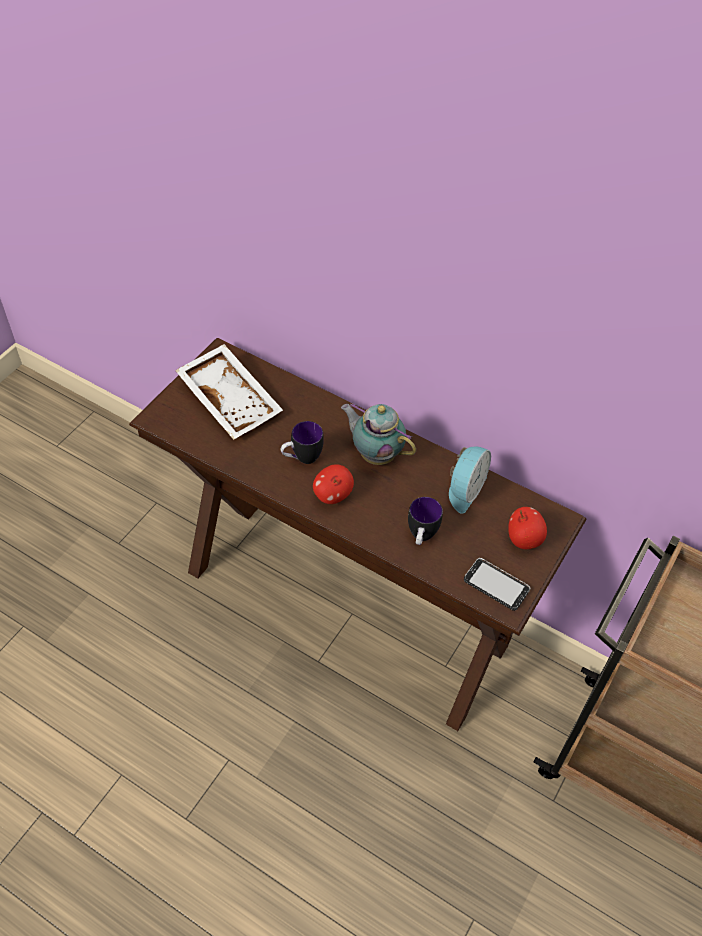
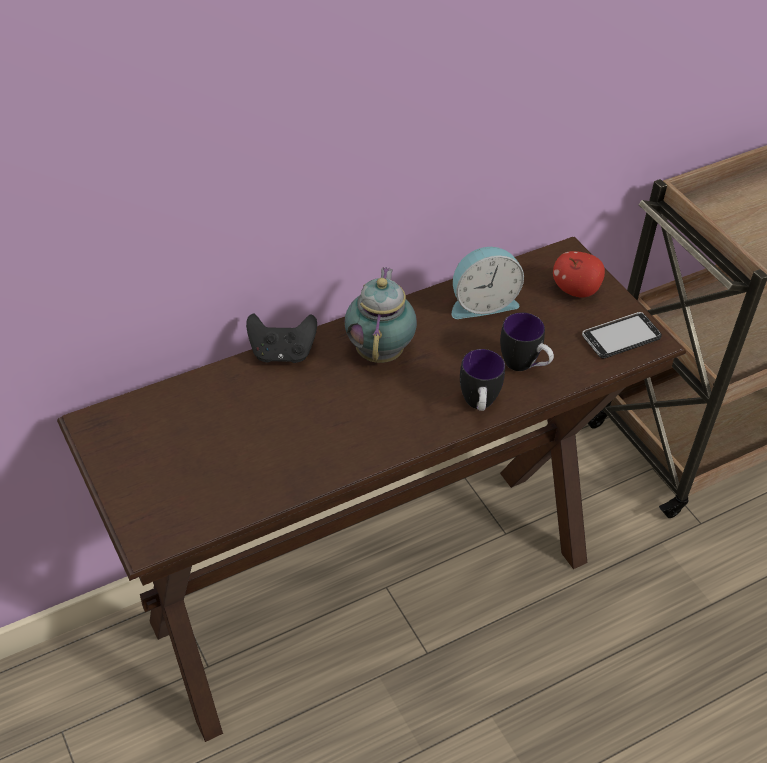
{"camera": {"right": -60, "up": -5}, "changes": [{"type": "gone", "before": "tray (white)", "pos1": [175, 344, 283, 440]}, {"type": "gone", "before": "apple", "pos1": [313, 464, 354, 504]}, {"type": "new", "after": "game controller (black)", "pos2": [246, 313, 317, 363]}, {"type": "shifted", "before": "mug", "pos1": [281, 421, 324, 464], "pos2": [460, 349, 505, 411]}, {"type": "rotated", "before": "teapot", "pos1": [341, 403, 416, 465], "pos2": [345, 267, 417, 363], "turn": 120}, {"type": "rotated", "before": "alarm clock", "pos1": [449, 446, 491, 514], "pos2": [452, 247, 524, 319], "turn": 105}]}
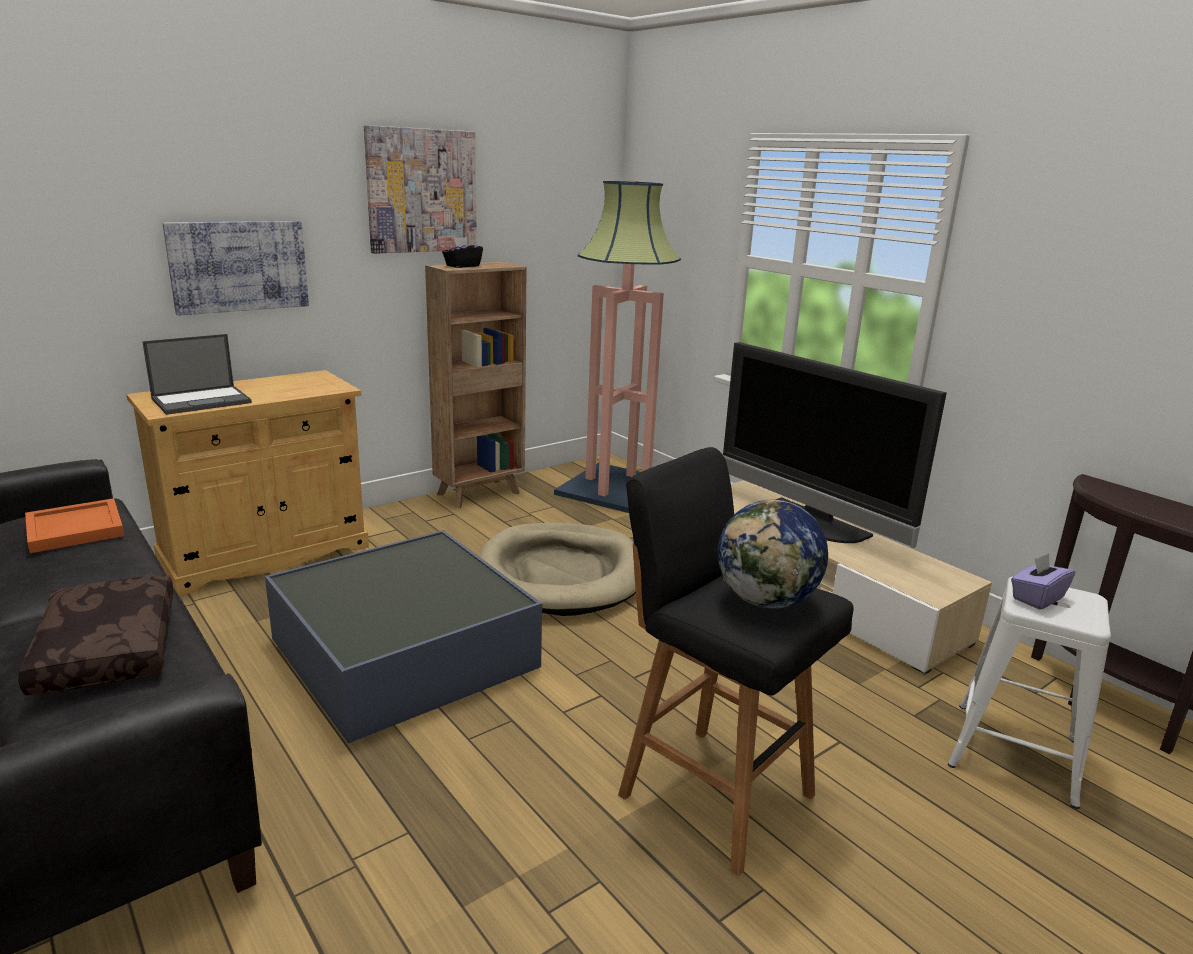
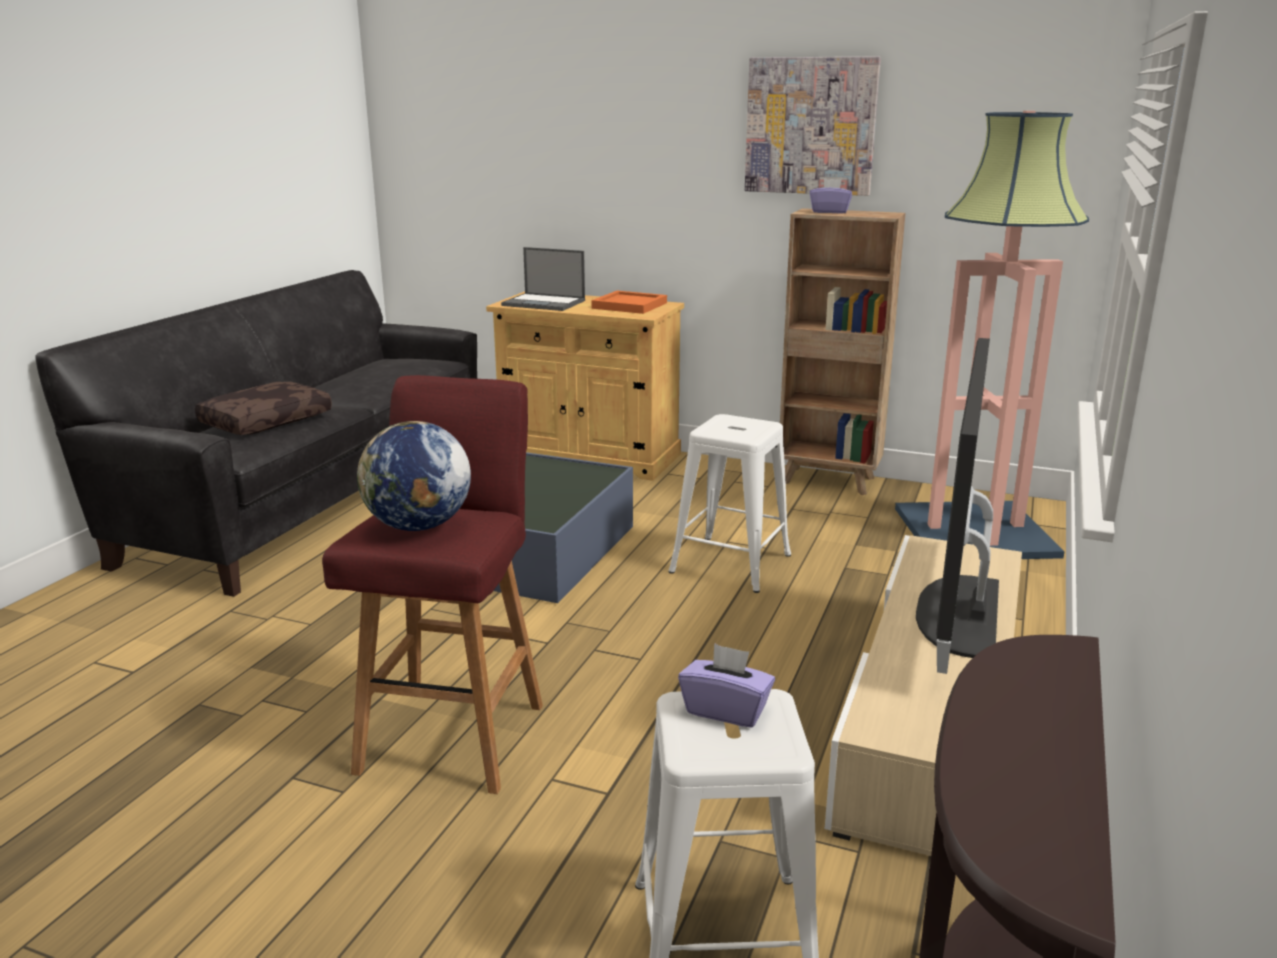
{"camera": {"right": 60, "up": 0}, "changes": [{"type": "gone", "before": "picture", "pos1": [163, 221, 309, 316]}, {"type": "shifted", "before": "tray (orange)", "pos1": [25, 498, 124, 553], "pos2": [591, 291, 667, 314]}, {"type": "swapped", "before": "dog bed (beige)", "after": "stool (white)", "pos1": [478, 523, 636, 616], "pos2": [668, 414, 791, 593]}, {"type": "repainted", "before": "tissue box (black)", "after": "tissue box (purple)", "pos1": [442, 237, 483, 268], "pos2": [810, 179, 852, 214]}, {"type": "repainted", "before": "stool (black)", "after": "stool (red)", "pos1": [618, 447, 854, 876], "pos2": [322, 375, 543, 794]}]}
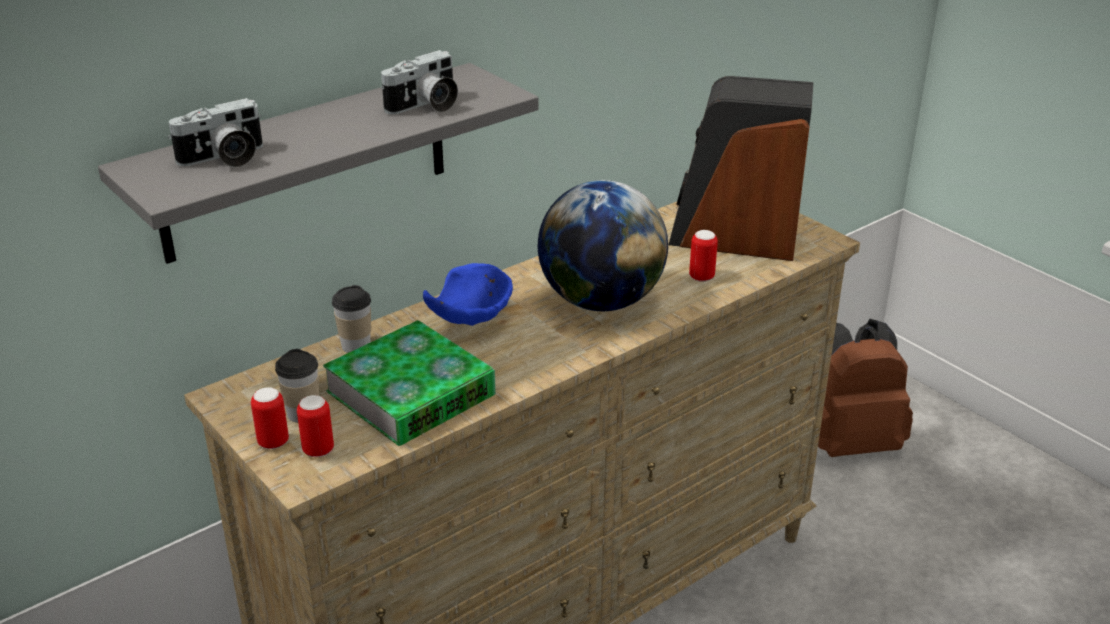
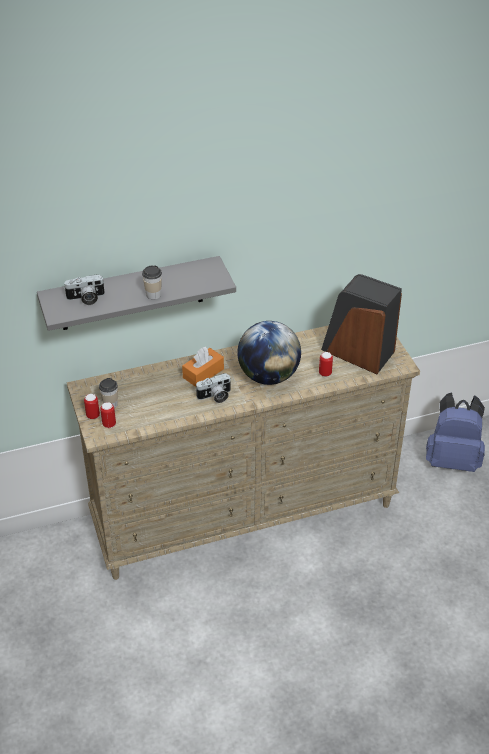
{"camera": {"right": 20, "up": 10}, "changes": [{"type": "gone", "before": "book", "pos1": [323, 320, 496, 446]}, {"type": "shifted", "before": "cup", "pos1": [332, 285, 371, 353], "pos2": [142, 265, 162, 299]}, {"type": "shifted", "before": "photo camera", "pos1": [381, 50, 458, 114], "pos2": [195, 373, 231, 403]}, {"type": "swapped", "before": "bowl (blue)", "after": "tissue box (orange)", "pos1": [423, 263, 513, 326], "pos2": [182, 347, 224, 387]}, {"type": "repainted", "before": "backpack (brown)", "after": "backpack (blue)", "pos1": [818, 319, 913, 457], "pos2": [426, 392, 485, 472]}]}
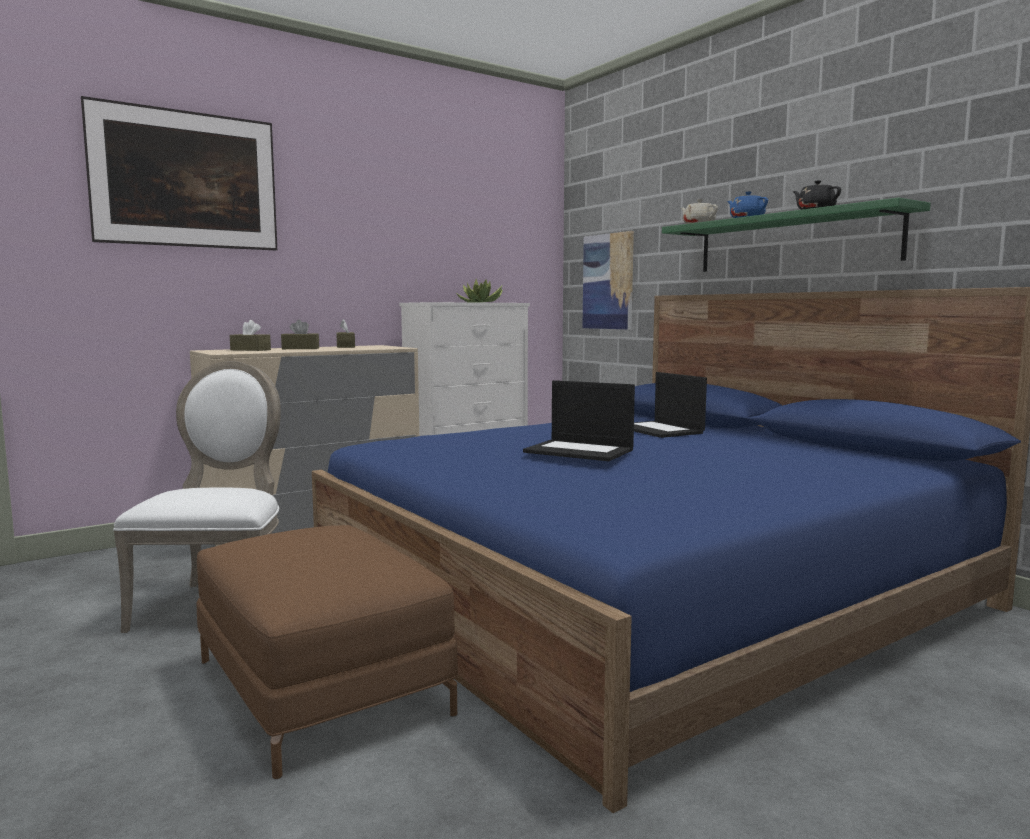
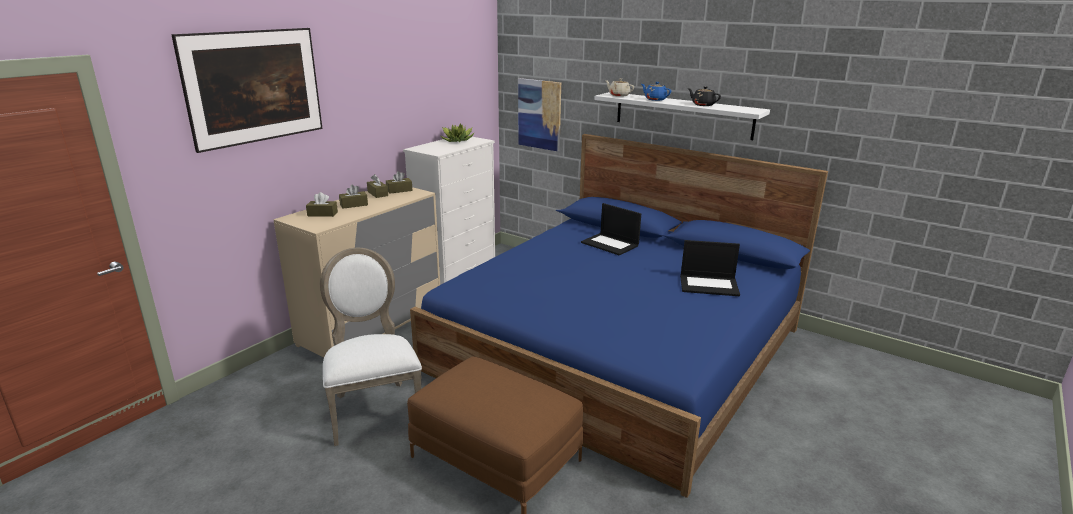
{"camera": {"right": -20, "up": 15}, "changes": [{"type": "new", "after": "tissue box (brown)", "pos2": [386, 171, 412, 194]}, {"type": "shifted", "before": "laptop", "pos1": [523, 380, 635, 461], "pos2": [680, 240, 740, 296]}, {"type": "repainted", "before": "shelf (green)", "after": "shelf (white)", "pos1": [662, 198, 931, 272], "pos2": [594, 92, 770, 140]}]}
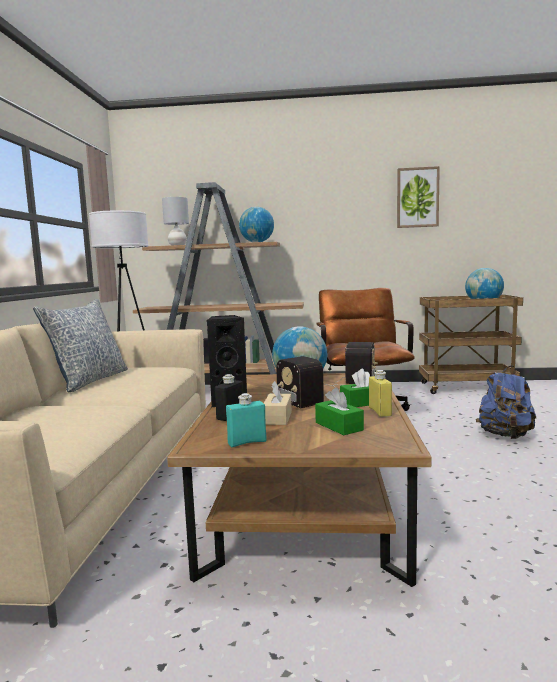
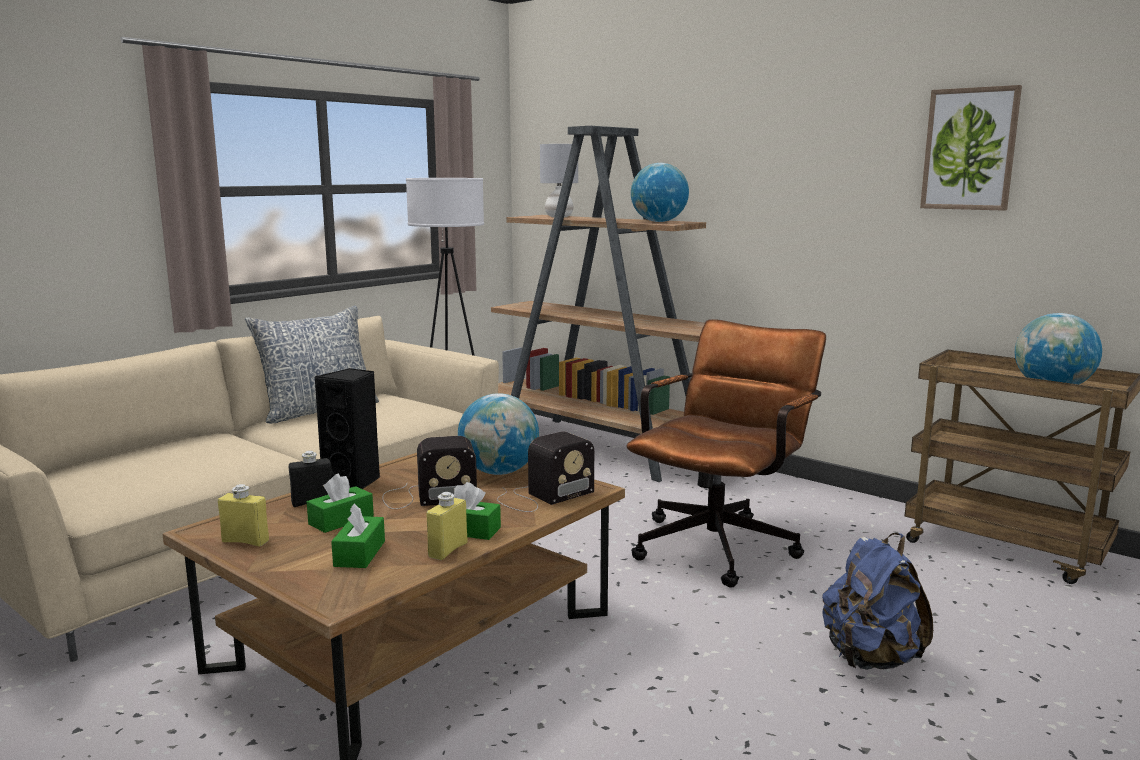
{"camera": {"right": 35, "up": 5}, "changes": [{"type": "repainted", "before": "bottle (turquoise)", "after": "bottle (yellow)", "pos1": [226, 393, 266, 447], "pos2": [218, 484, 269, 546]}, {"type": "repainted", "before": "tissue box (beige)", "after": "tissue box (green)", "pos1": [264, 381, 292, 425], "pos2": [307, 473, 374, 533]}, {"type": "rotated", "before": "radio", "pos1": [268, 356, 324, 408], "pos2": [382, 436, 477, 509], "turn": -105}]}
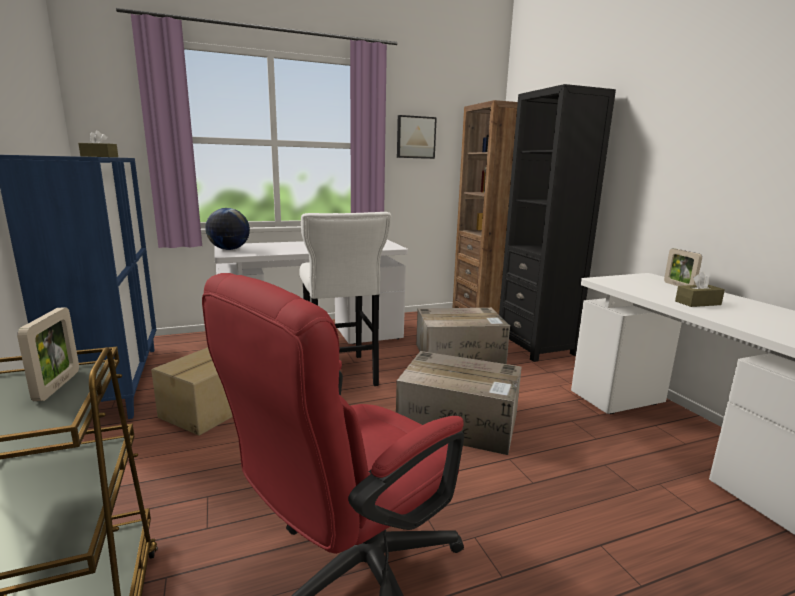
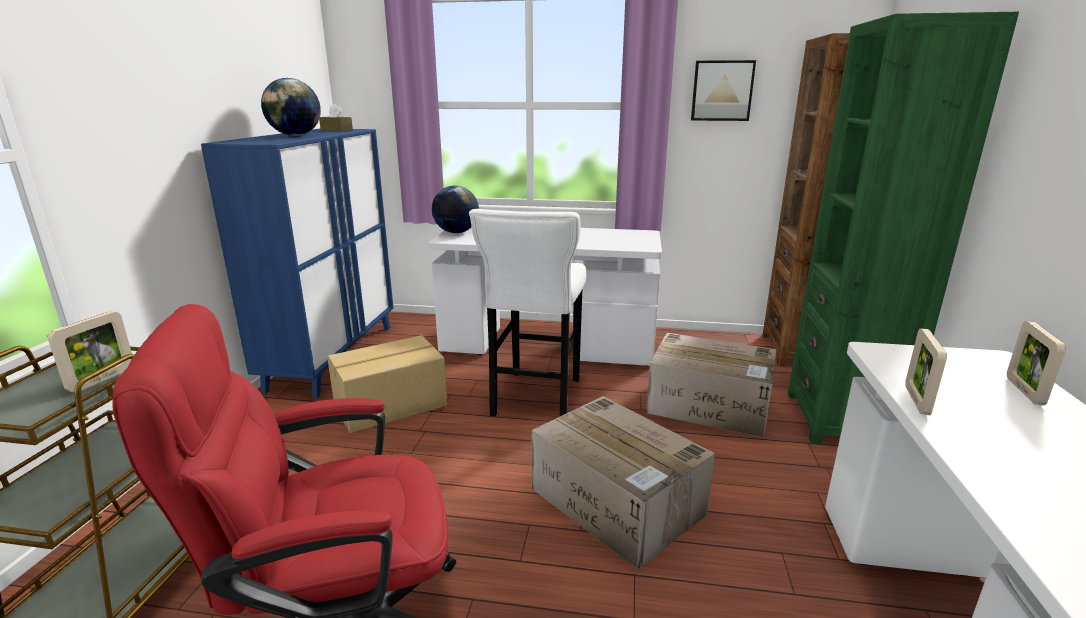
{"camera": {"right": 30, "up": 5}, "changes": [{"type": "gone", "before": "tissue box (brown)", "pos1": [675, 272, 725, 307]}, {"type": "new", "after": "globe", "pos2": [261, 78, 321, 136]}, {"type": "new", "after": "picture frame", "pos2": [905, 328, 947, 415]}, {"type": "repainted", "before": "bookcase (black)", "after": "bookcase (green)", "pos1": [499, 84, 616, 362], "pos2": [788, 11, 1019, 445]}]}
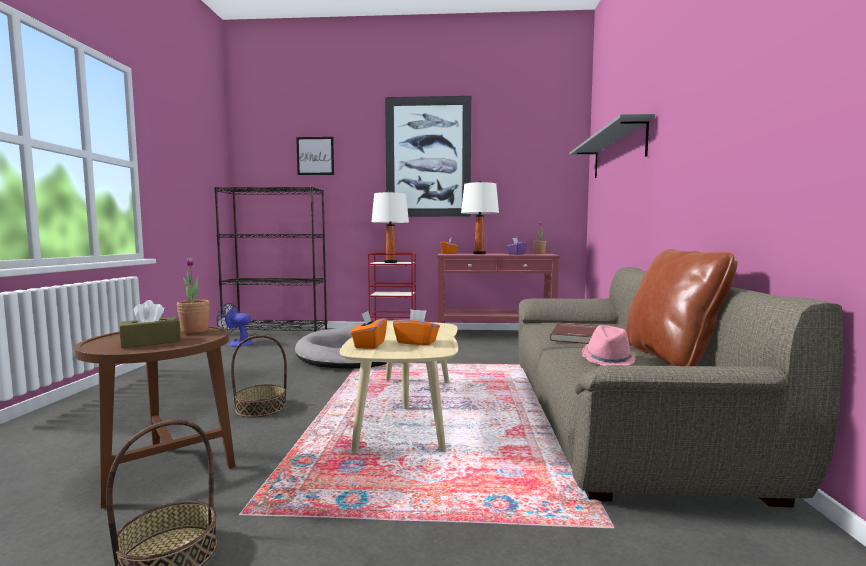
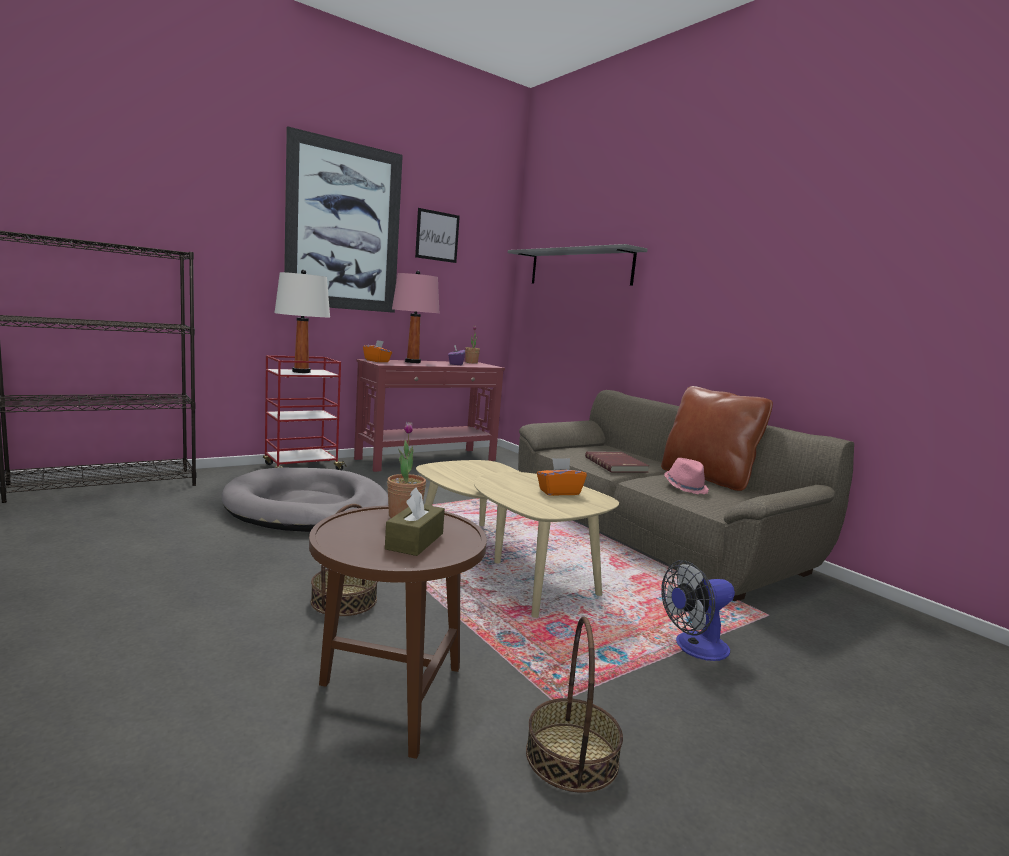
{"camera": {"right": -40, "up": 5}, "changes": [{"type": "gone", "before": "tissue box (orange)", "pos1": [351, 311, 387, 349]}, {"type": "shifted", "before": "fan", "pos1": [216, 303, 254, 347], "pos2": [662, 560, 735, 661]}, {"type": "shifted", "before": "picture", "pos1": [296, 137, 334, 175], "pos2": [415, 208, 460, 263]}, {"type": "repainted", "before": "table lamp (white)", "after": "table lamp (pink)", "pos1": [461, 181, 499, 254], "pos2": [392, 271, 439, 363]}]}
